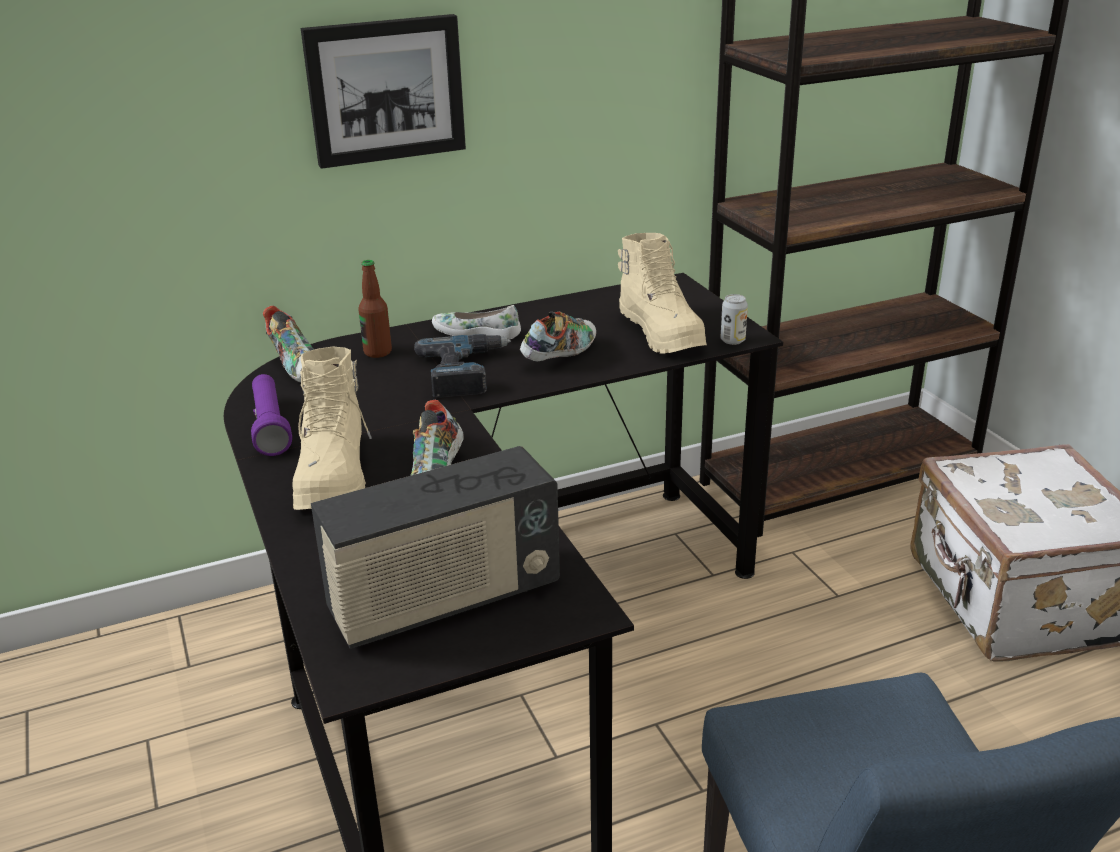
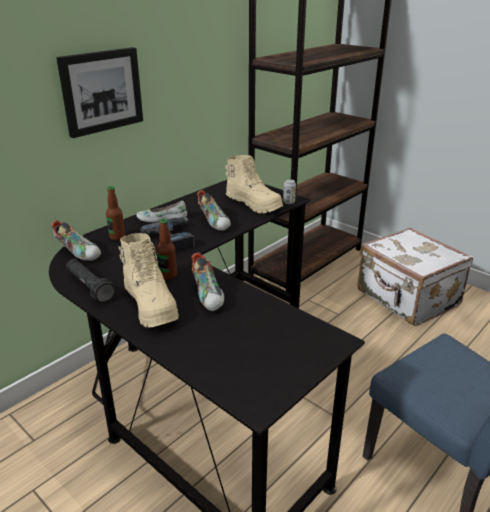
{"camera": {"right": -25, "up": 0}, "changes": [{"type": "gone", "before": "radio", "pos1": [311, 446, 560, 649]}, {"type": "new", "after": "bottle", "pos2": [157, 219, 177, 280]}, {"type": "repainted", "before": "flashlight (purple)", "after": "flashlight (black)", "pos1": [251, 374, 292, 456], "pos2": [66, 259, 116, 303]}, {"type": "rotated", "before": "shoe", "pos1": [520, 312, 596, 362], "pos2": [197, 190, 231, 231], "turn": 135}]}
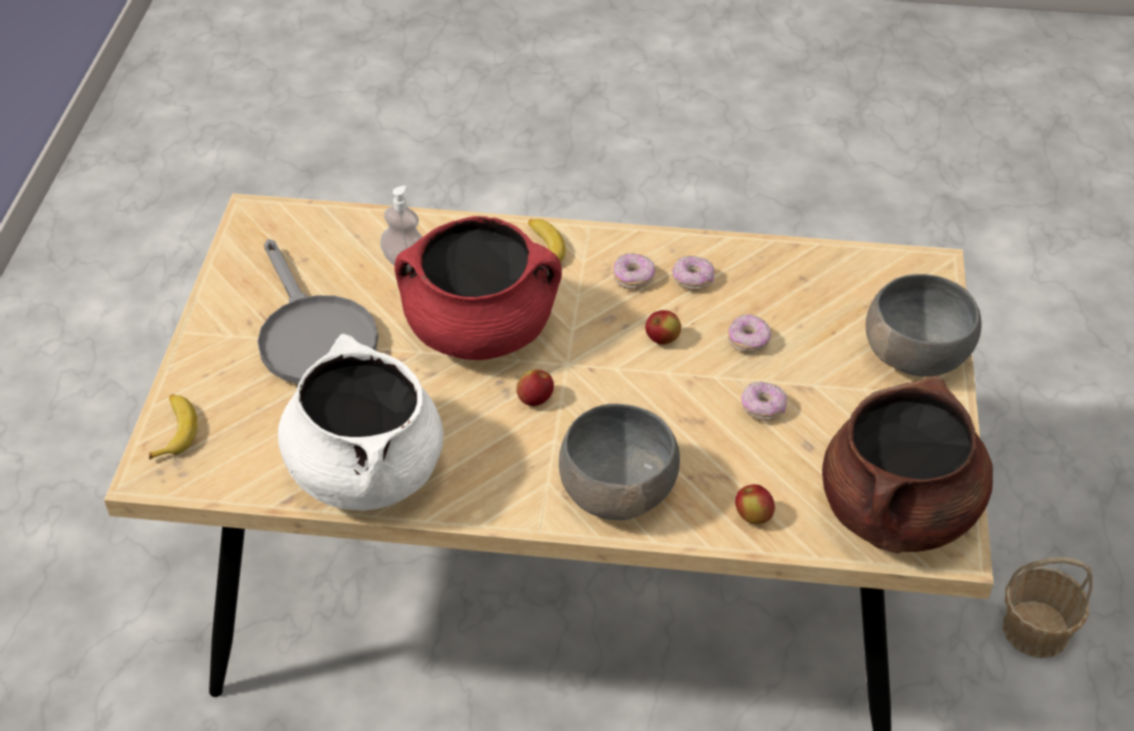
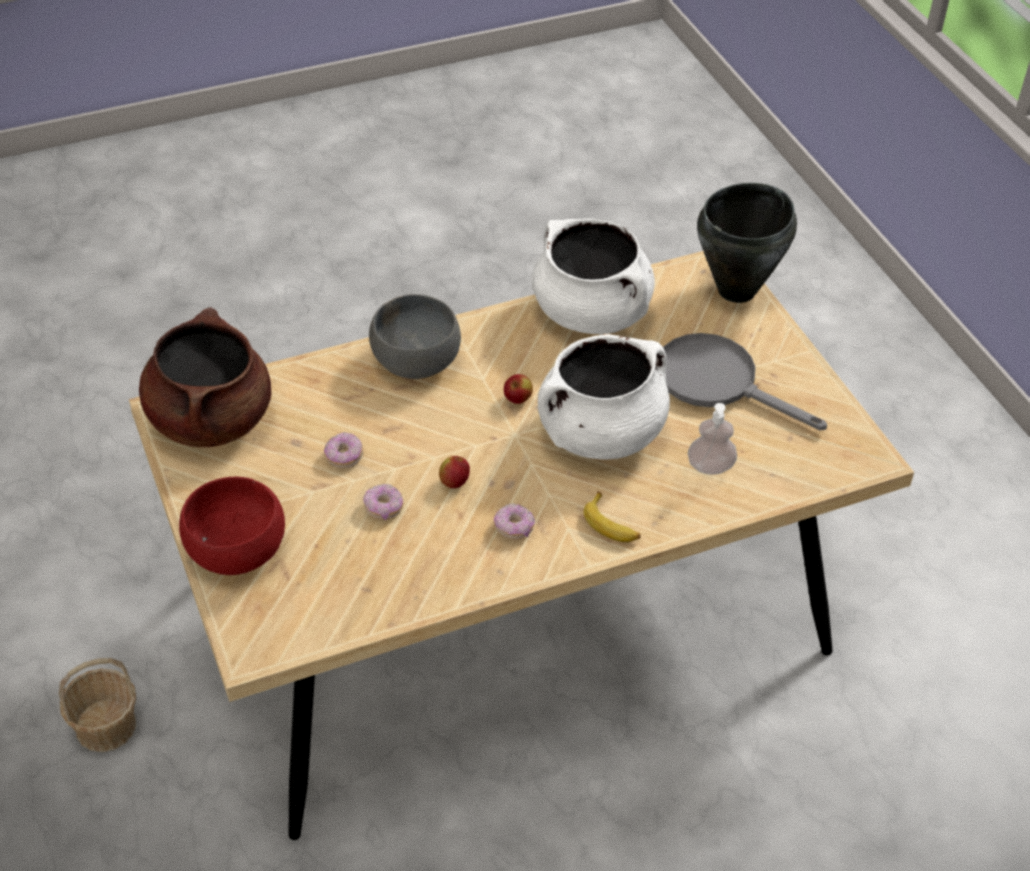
{"camera": {"right": 150, "up": 0}, "changes": [{"type": "gone", "before": "donut", "pos1": [672, 256, 714, 290]}, {"type": "gone", "before": "apple", "pos1": [735, 484, 775, 524]}, {"type": "swapped", "before": "banana", "after": "cooking pot (black)", "pos1": [149, 394, 198, 460], "pos2": [697, 183, 797, 303]}, {"type": "repainted", "before": "cooking pot (red)", "after": "cooking pot (white)", "pos1": [394, 216, 562, 360], "pos2": [538, 334, 670, 460]}, {"type": "repainted", "before": "bowl (grey)", "after": "bowl (red)", "pos1": [866, 274, 982, 377], "pos2": [179, 477, 285, 575]}]}
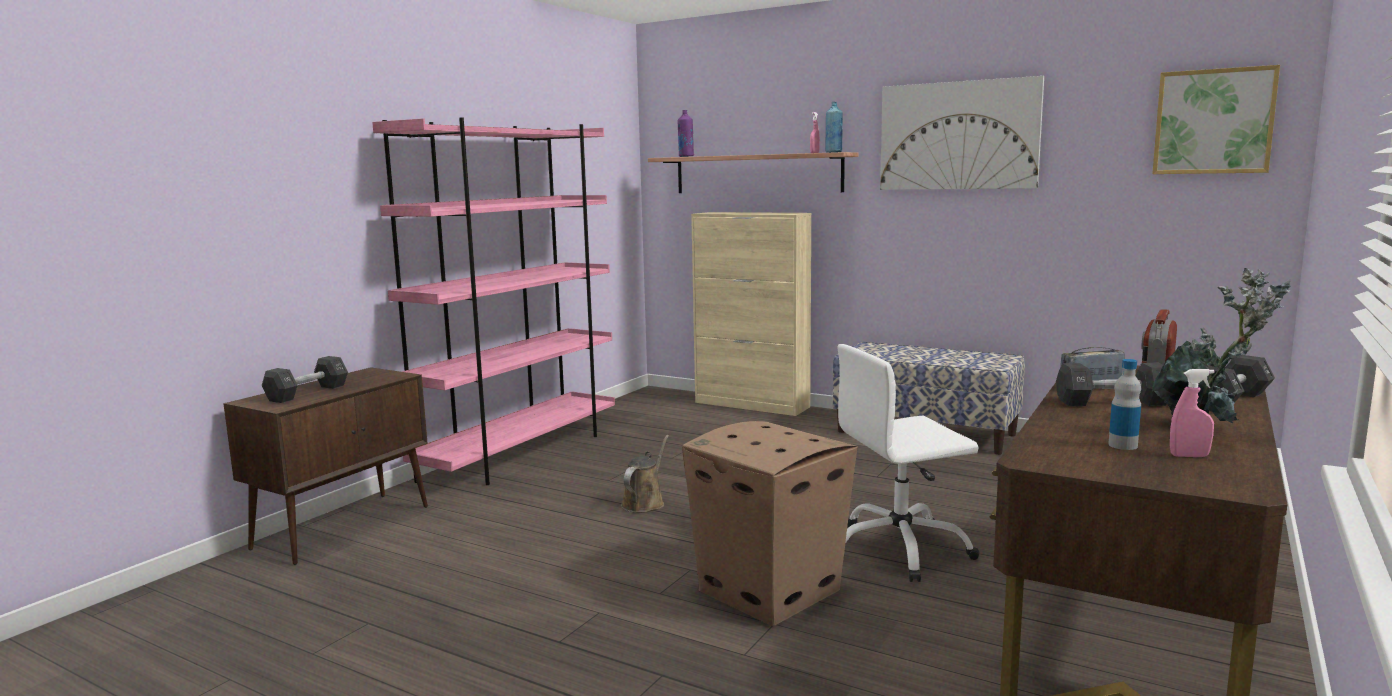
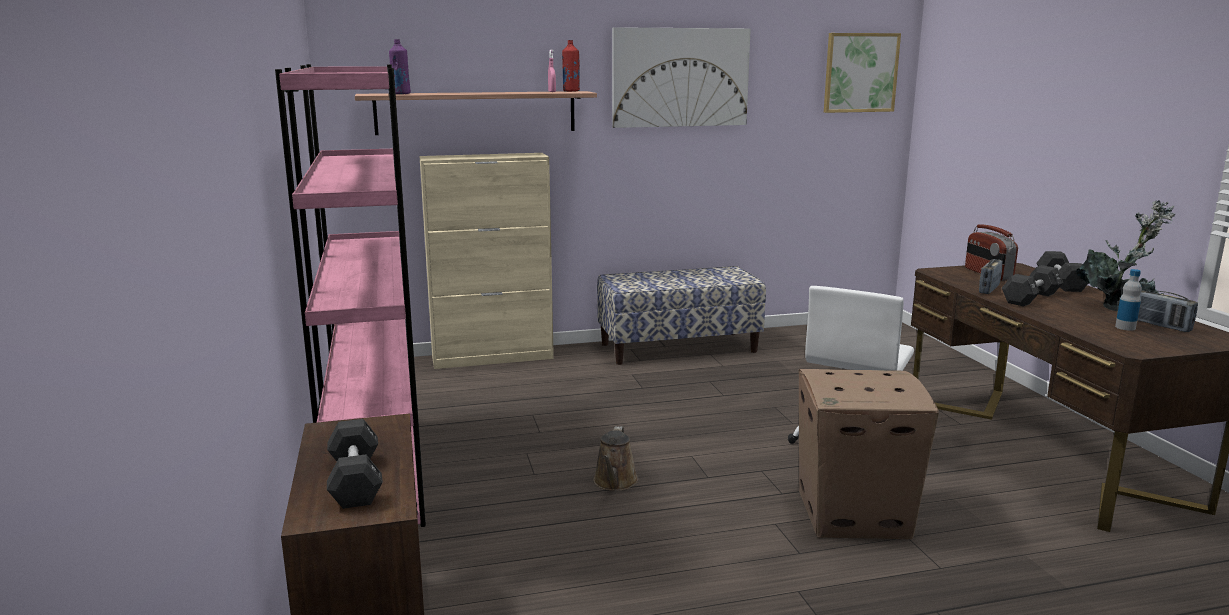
{"camera": {"right": -45, "up": 5}, "changes": [{"type": "swapped", "before": "spray bottle (pink)", "after": "radio", "pos1": [1170, 369, 1214, 457], "pos2": [1137, 290, 1198, 332]}, {"type": "repainted", "before": "bottle (blue)", "after": "bottle (red)", "pos1": [826, 102, 843, 153], "pos2": [562, 40, 580, 92]}, {"type": "rotated", "before": "watering can (brown)", "pos1": [621, 435, 669, 513], "pos2": [593, 426, 638, 491], "turn": -150}]}
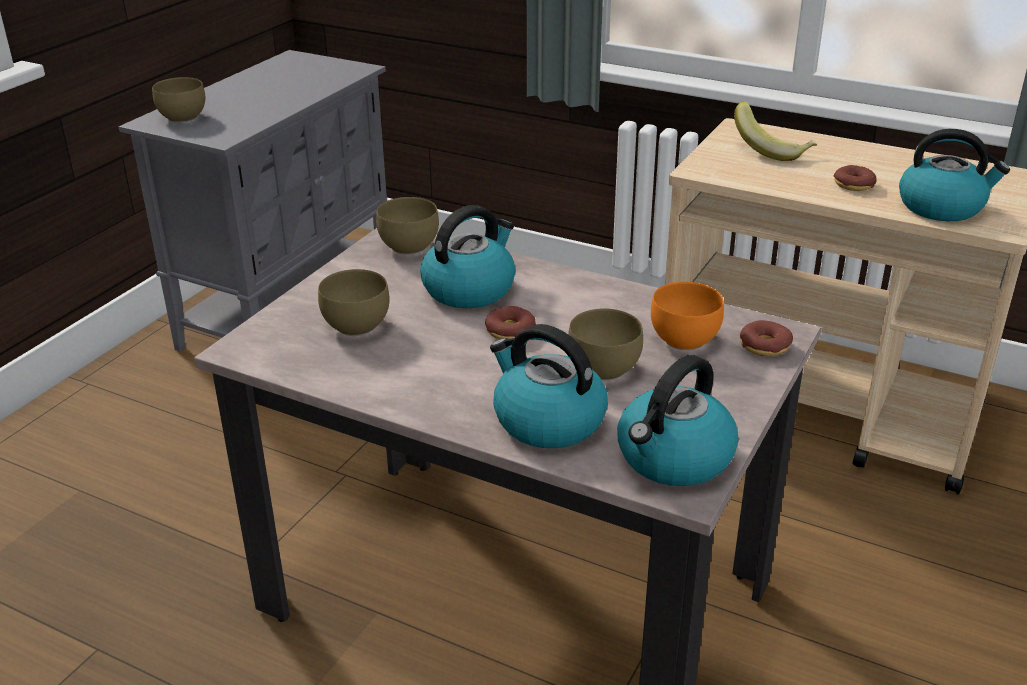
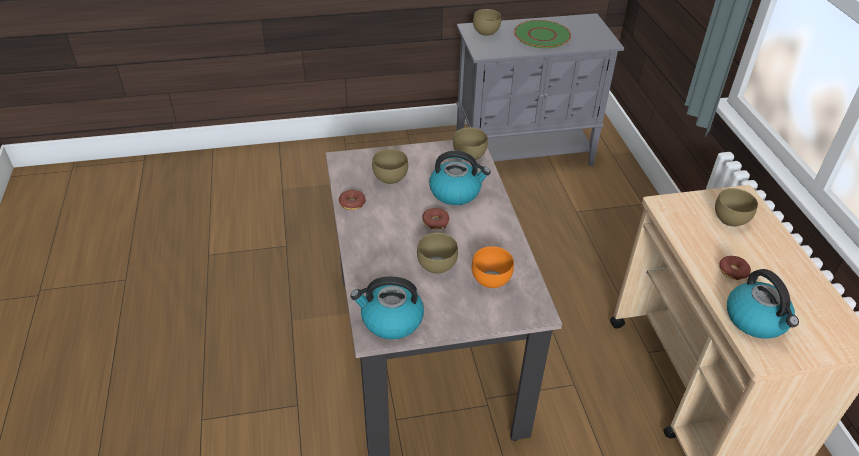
{"camera": {"right": 50, "up": 10}, "changes": [{"type": "gone", "before": "kettle", "pos1": [490, 324, 608, 448]}, {"type": "new", "after": "plate (green)", "pos2": [514, 20, 571, 48]}, {"type": "shifted", "before": "donut", "pos1": [740, 320, 793, 356], "pos2": [339, 190, 366, 210]}, {"type": "swapped", "before": "banana", "after": "bowl (brown)", "pos1": [734, 101, 817, 161], "pos2": [715, 188, 758, 227]}]}
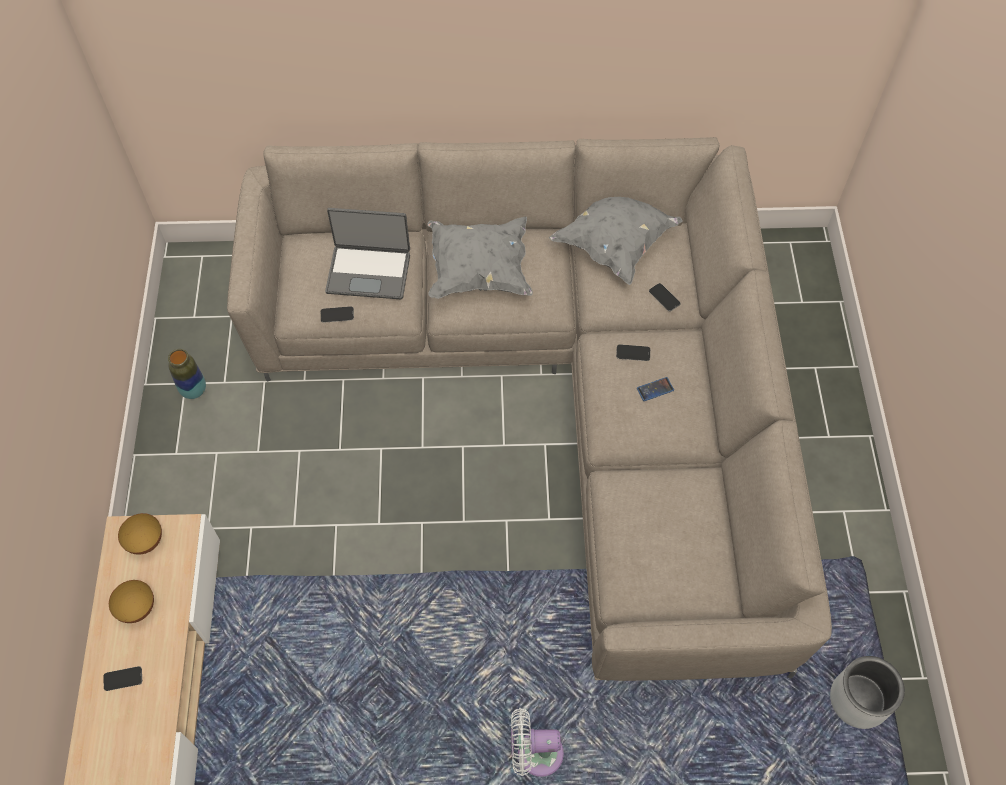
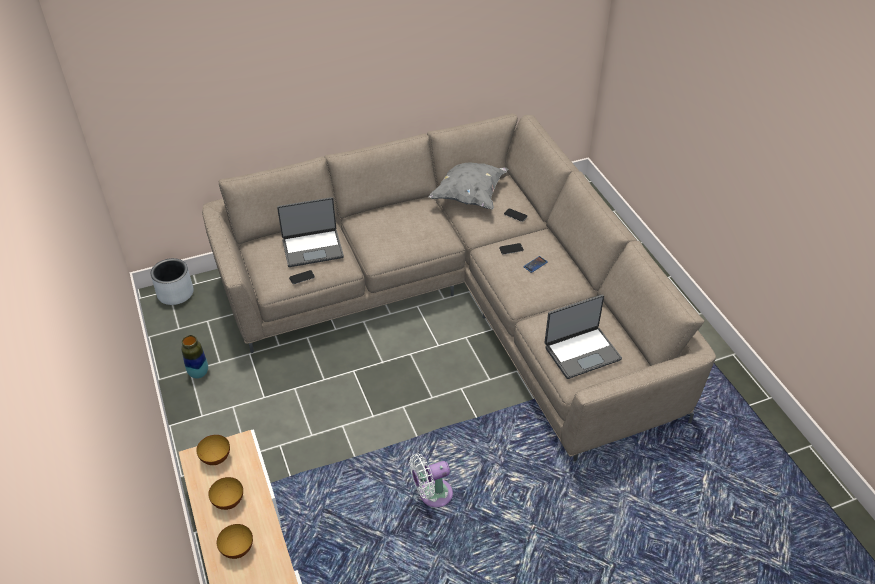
{"camera": {"right": -20, "up": -15}, "changes": [{"type": "gone", "before": "pillow (grey)", "pos1": [427, 216, 533, 299]}, {"type": "new", "after": "laptop", "pos2": [544, 294, 622, 379]}, {"type": "shifted", "before": "fan (white)", "pos1": [511, 708, 564, 777], "pos2": [410, 454, 453, 507]}, {"type": "shifted", "before": "planter (grey)", "pos1": [830, 656, 905, 729], "pos2": [151, 258, 193, 305]}, {"type": "swapped", "before": "phone", "after": "bowl", "pos1": [103, 666, 142, 691], "pos2": [217, 524, 253, 559]}]}
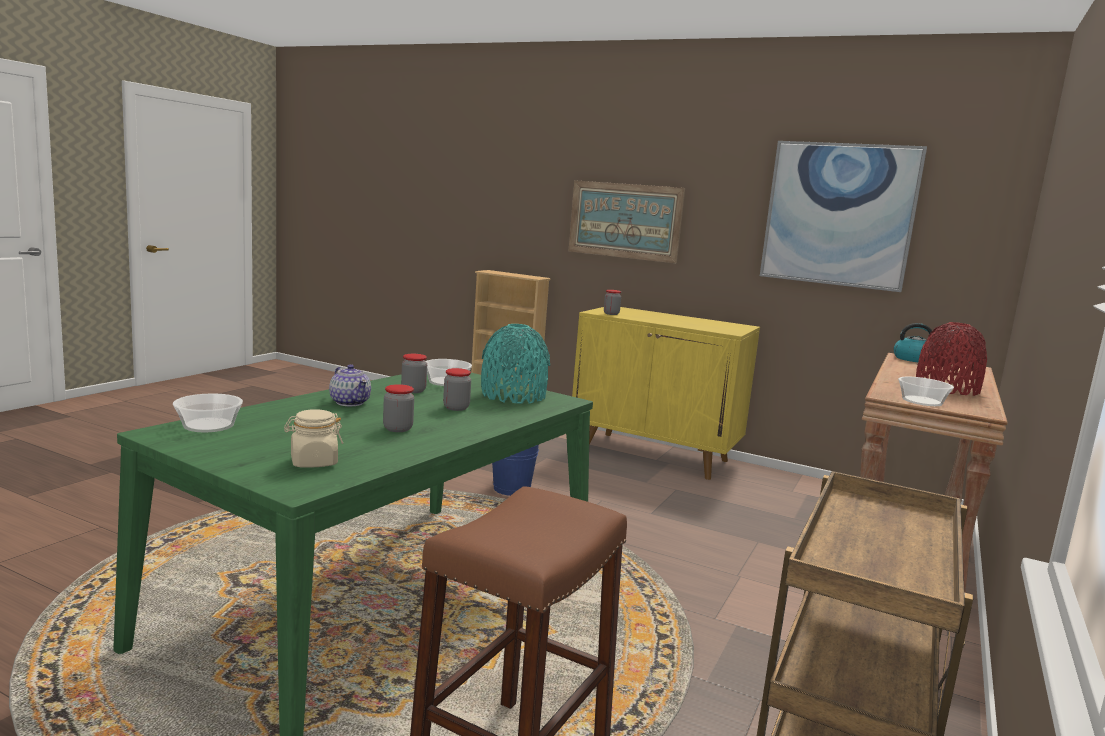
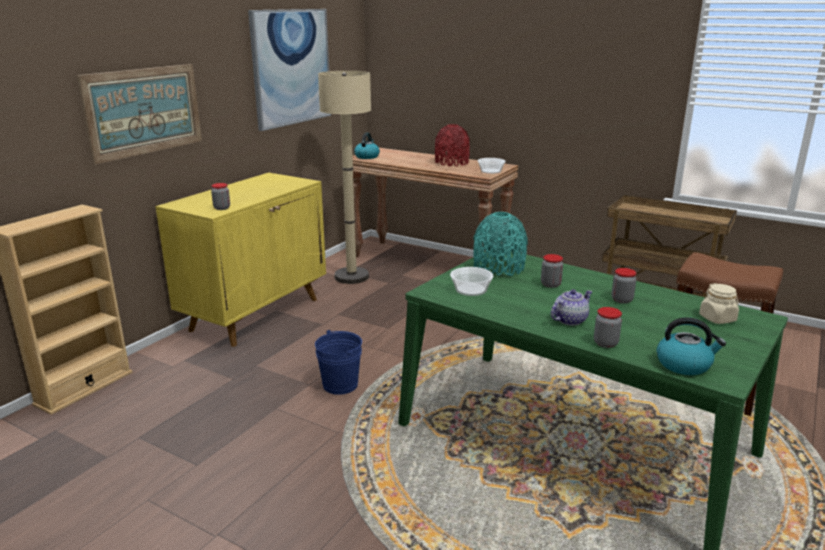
{"camera": {"right": -85, "up": 10}, "changes": [{"type": "new", "after": "floor lamp (beige)", "pos2": [318, 71, 371, 284]}, {"type": "shifted", "before": "jar", "pos1": [401, 354, 427, 393], "pos2": [594, 307, 622, 348]}, {"type": "swapped", "before": "bowl", "after": "kettle", "pos1": [173, 394, 243, 432], "pos2": [657, 317, 726, 375]}]}
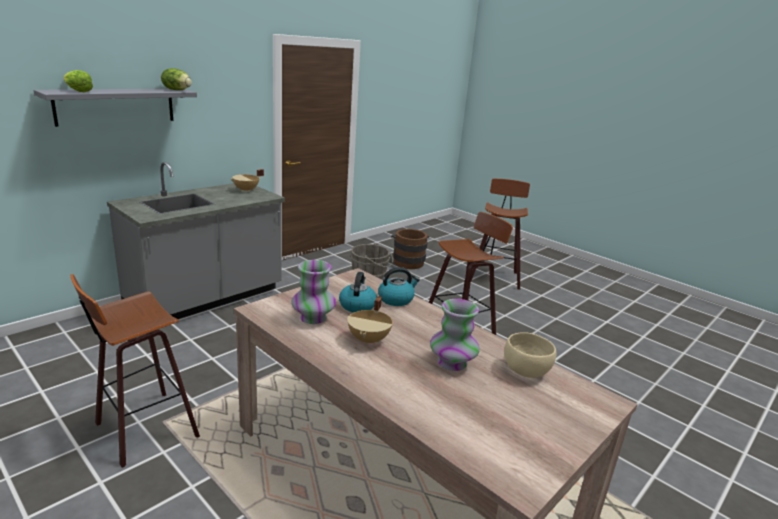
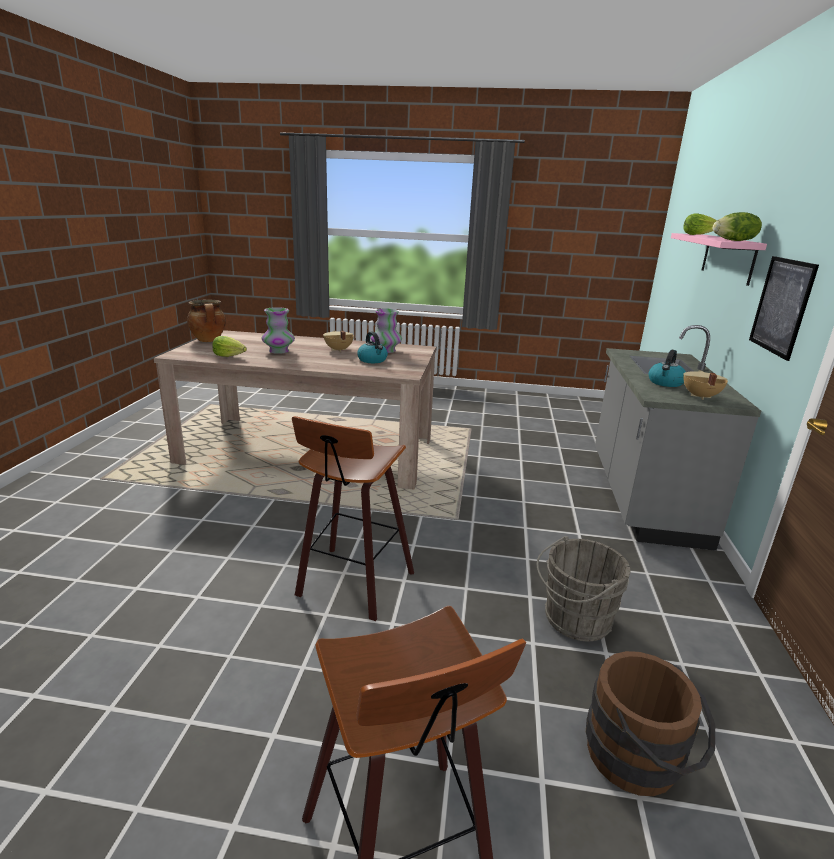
{"camera": {"right": 145, "up": 0}, "changes": [{"type": "gone", "before": "stool", "pos1": [71, 274, 200, 468]}, {"type": "new", "after": "cooking pot", "pos2": [187, 299, 226, 342]}, {"type": "new", "after": "picture", "pos2": [749, 256, 819, 361]}, {"type": "shifted", "before": "kettle", "pos1": [378, 267, 420, 306], "pos2": [648, 350, 686, 387]}, {"type": "swapped", "before": "bowl (beige)", "after": "lettuce", "pos1": [504, 332, 556, 378], "pos2": [212, 336, 247, 357]}, {"type": "repainted", "before": "shelf (grey)", "after": "shelf (pink)", "pos1": [34, 89, 197, 127], "pos2": [671, 233, 767, 286]}]}
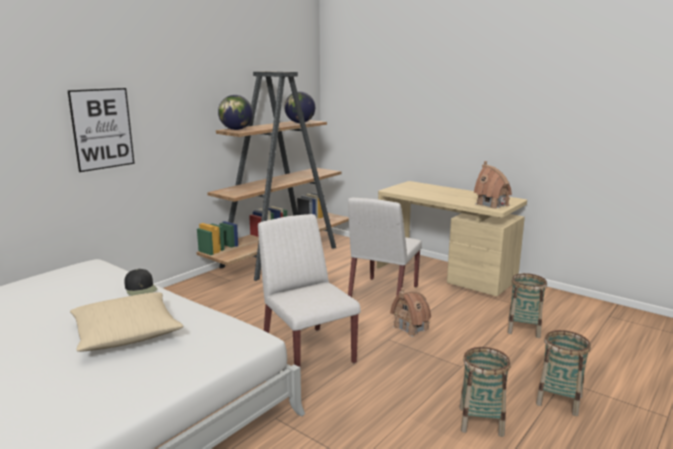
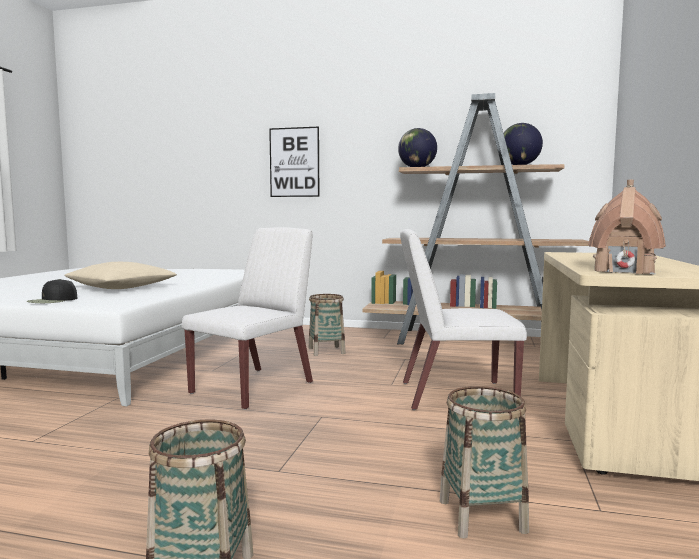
{"camera": {"right": 65, "up": -10}, "changes": [{"type": "gone", "before": "toy house", "pos1": [390, 288, 431, 337]}, {"type": "shifted", "before": "cap (black)", "pos1": [124, 269, 157, 296], "pos2": [27, 279, 77, 303]}, {"type": "shifted", "before": "basket", "pos1": [459, 347, 511, 437], "pos2": [309, 294, 345, 356]}]}
